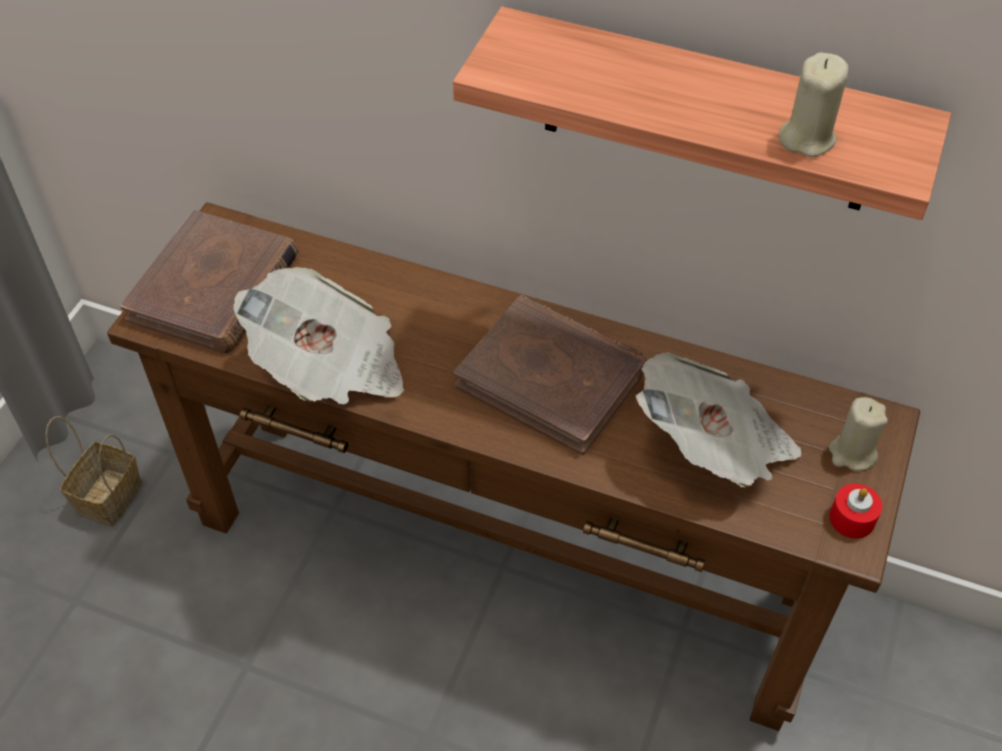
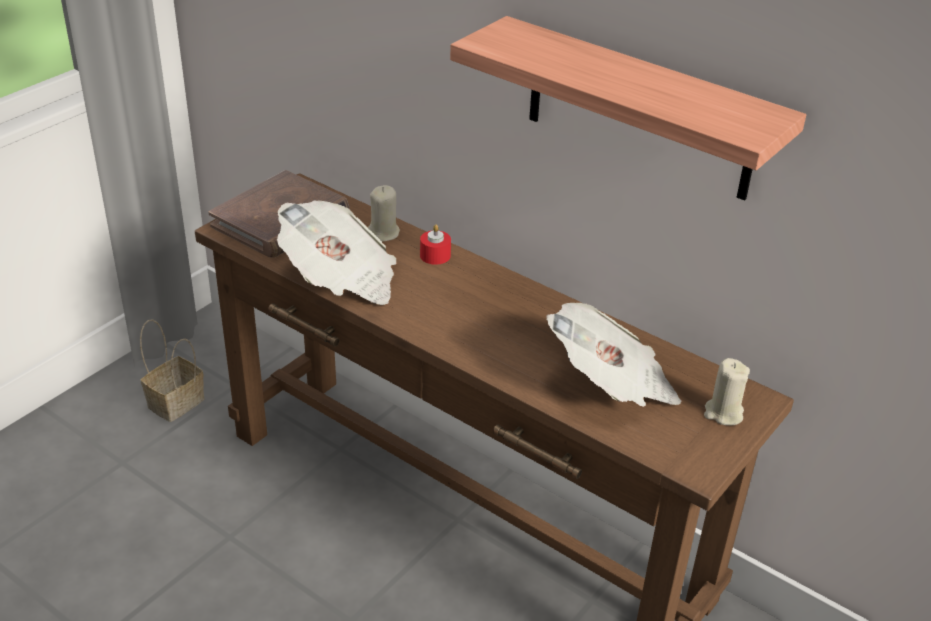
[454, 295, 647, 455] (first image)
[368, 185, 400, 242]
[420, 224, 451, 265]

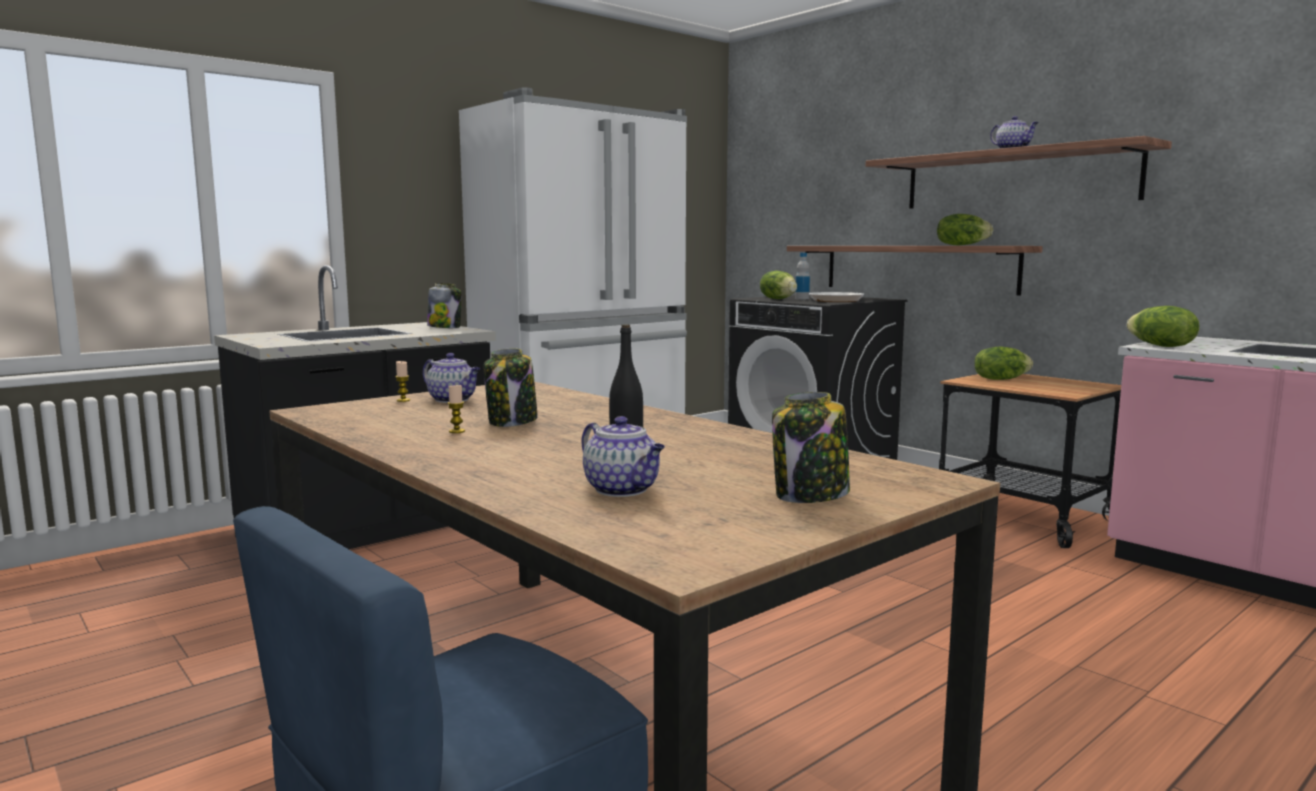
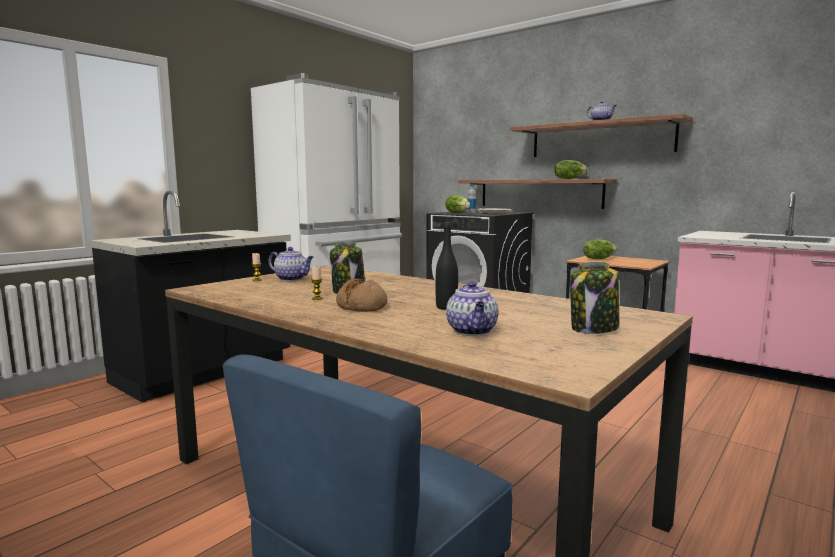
[427, 283, 462, 328] (first image)
[1127, 306, 1199, 347] (first image)
[336, 279, 387, 312]
[446, 281, 499, 336]

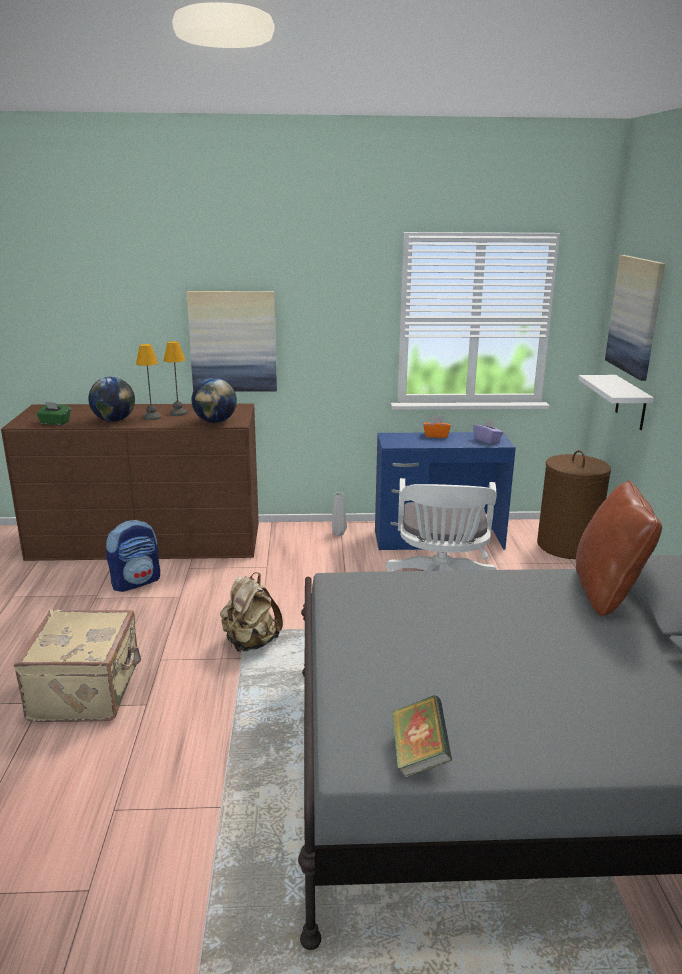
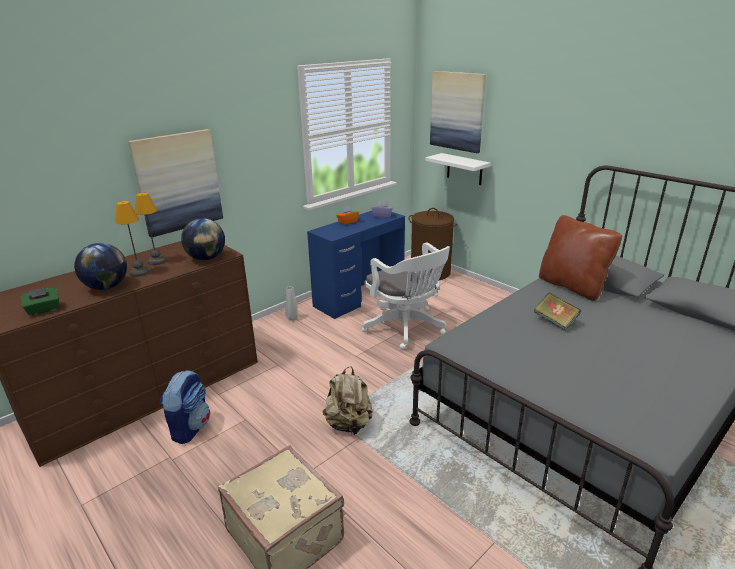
[534, 292, 581, 331]

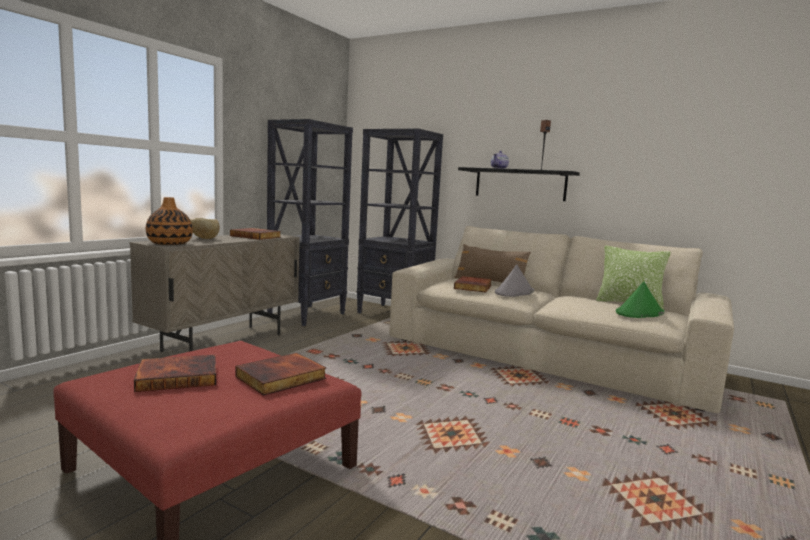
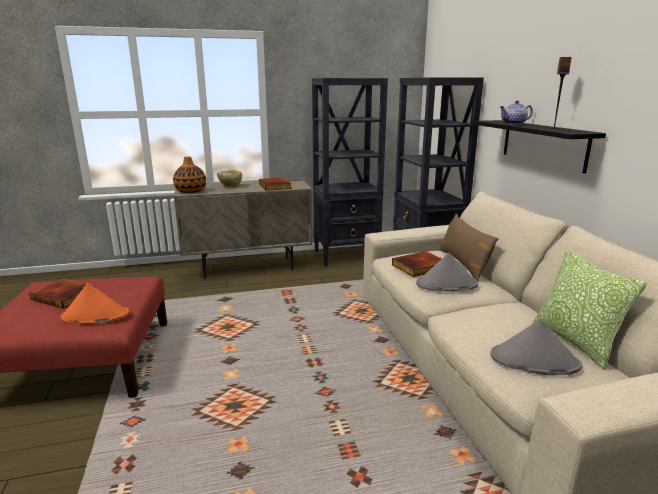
[61, 283, 129, 325]
[490, 319, 582, 375]

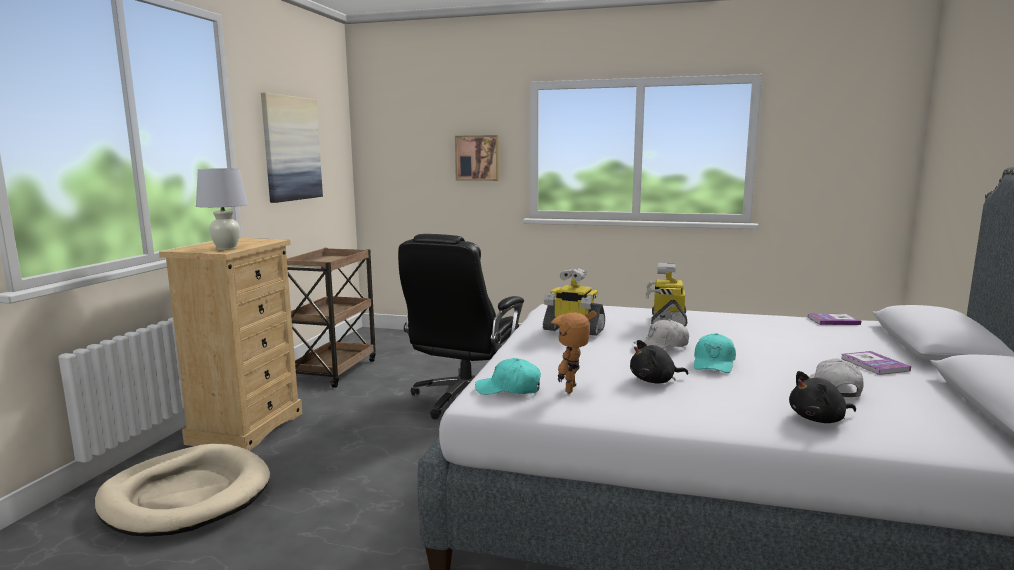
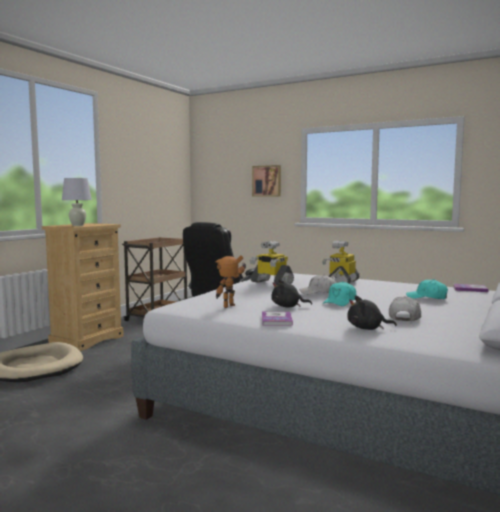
[261, 92, 323, 203] (first image)
[406, 279, 448, 299]
[262, 312, 293, 326]

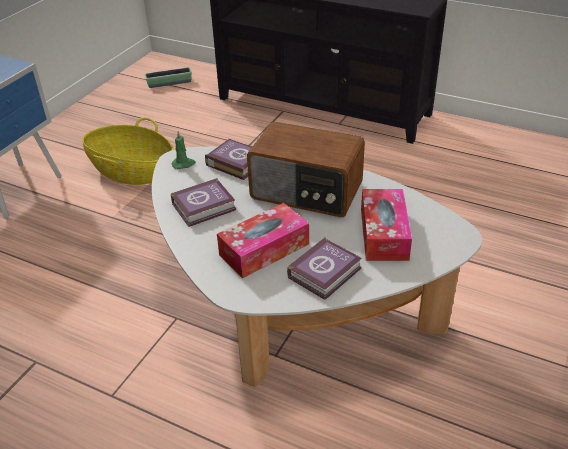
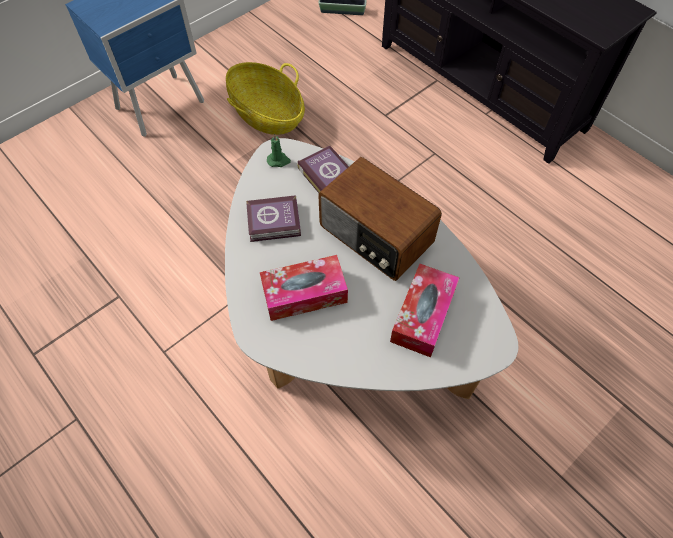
[287, 237, 362, 300] (first image)

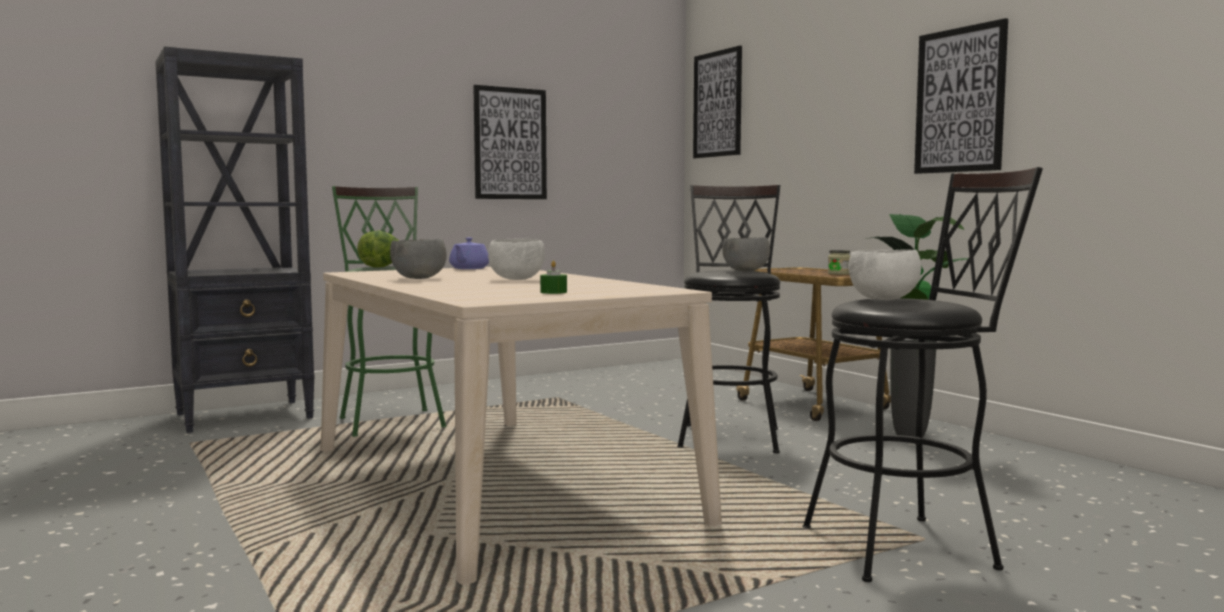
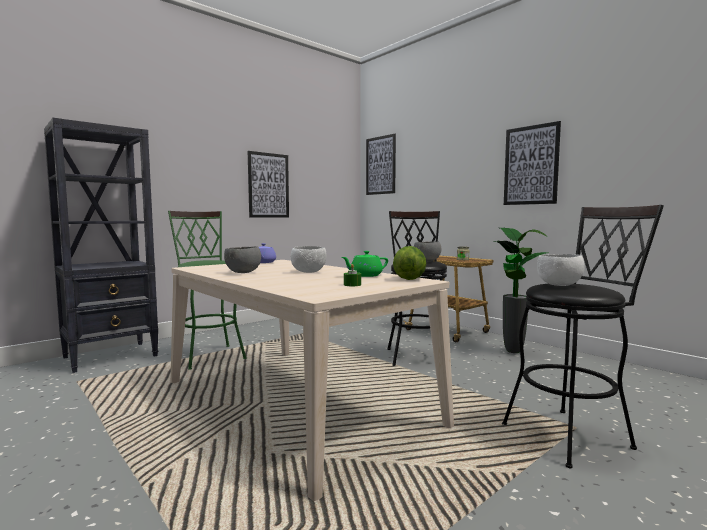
[342, 251, 388, 277]
[393, 246, 426, 280]

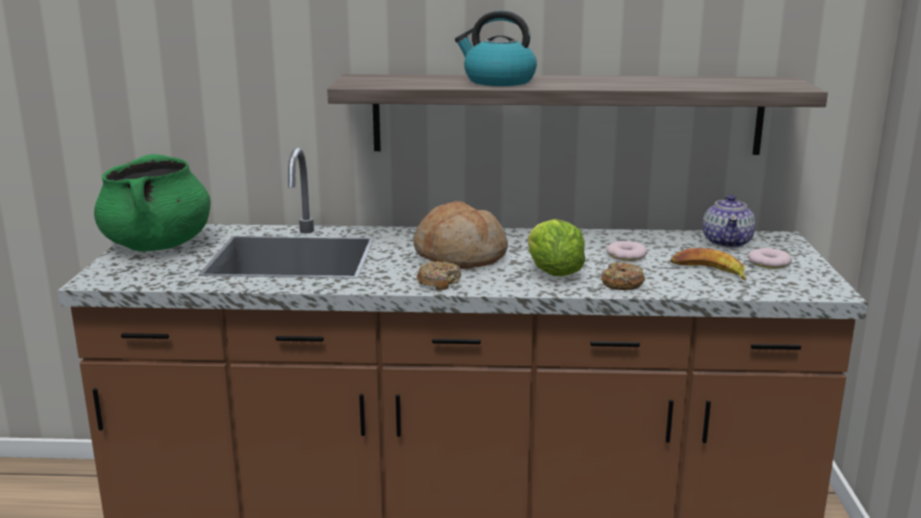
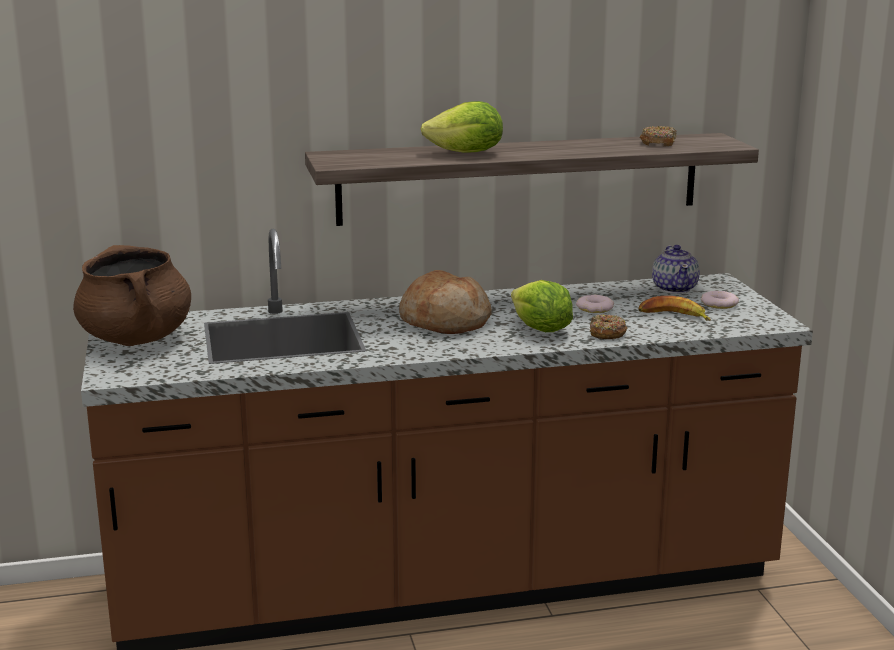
[640, 126, 677, 147]
[421, 101, 503, 153]
[73, 245, 191, 346]

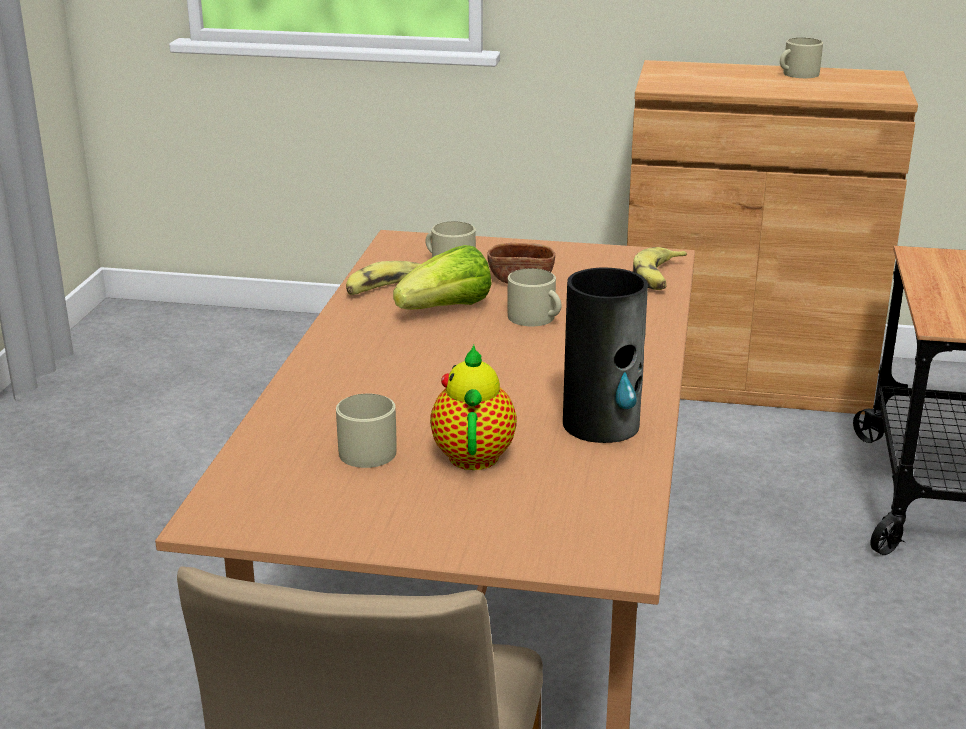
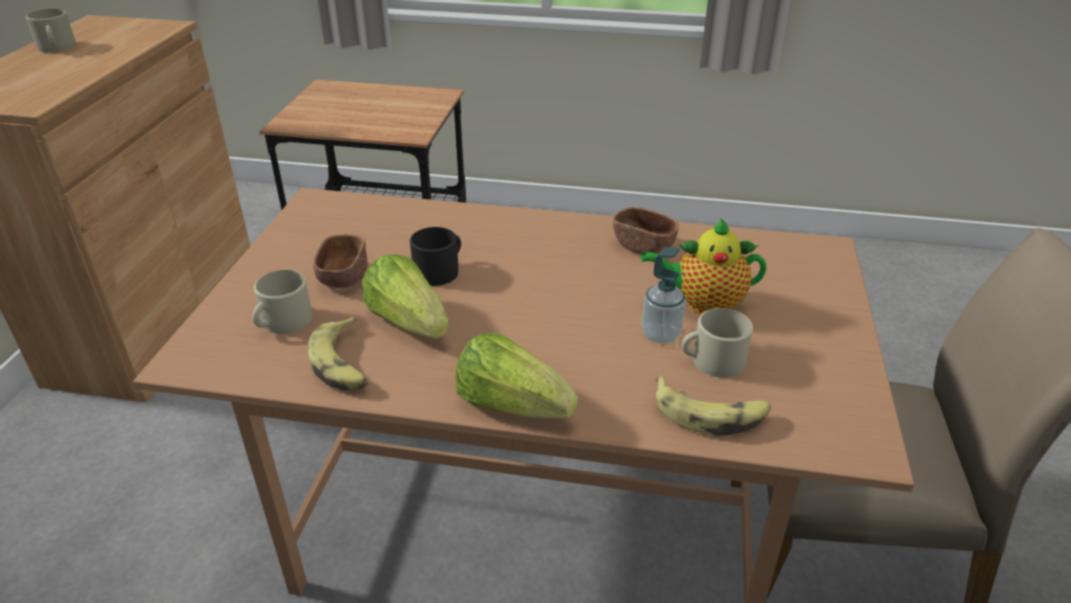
[456, 333, 578, 419]
[642, 248, 686, 344]
[656, 375, 771, 436]
[613, 207, 679, 254]
[410, 227, 461, 286]

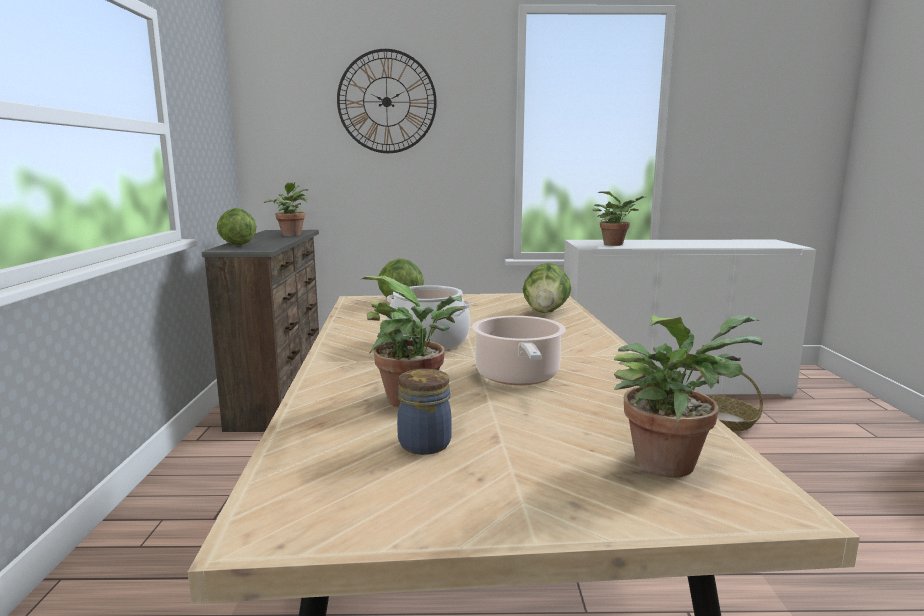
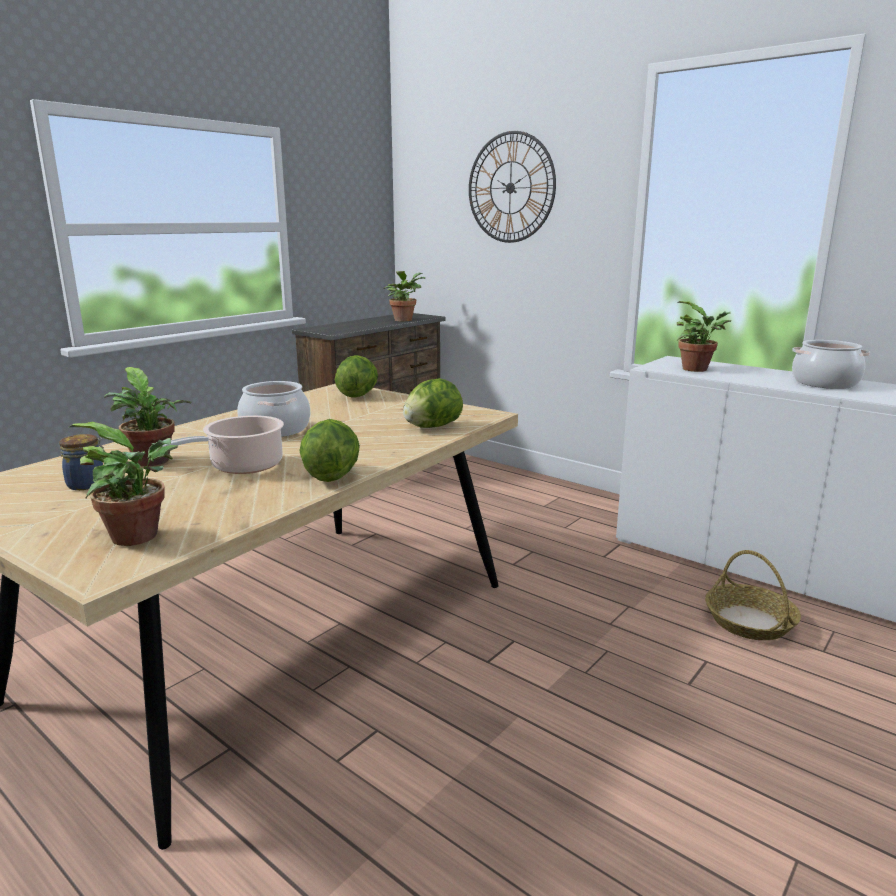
[792, 340, 870, 389]
[299, 419, 360, 482]

